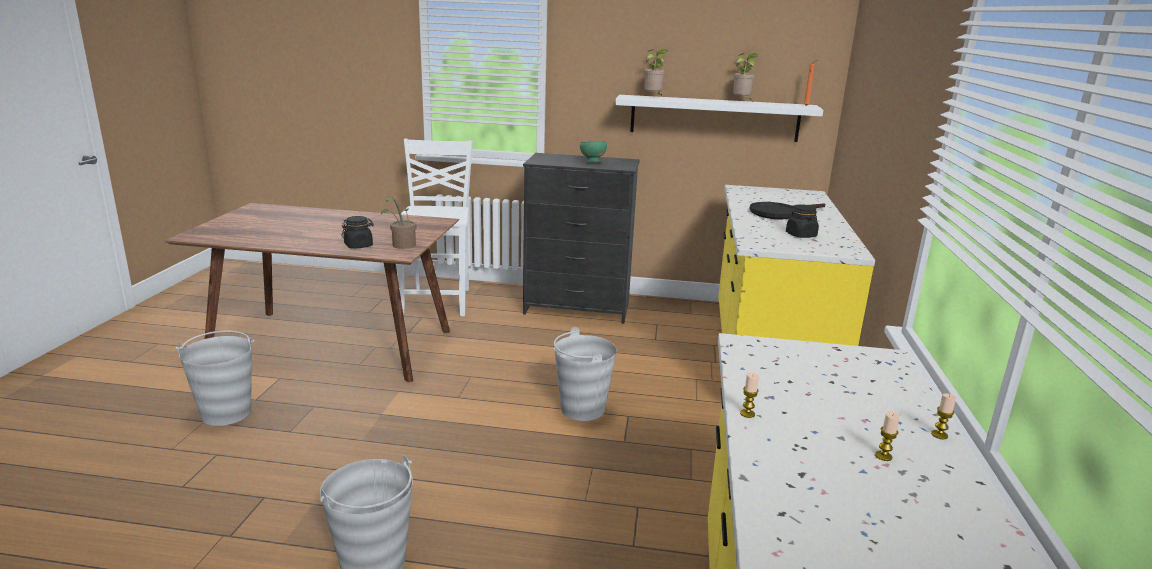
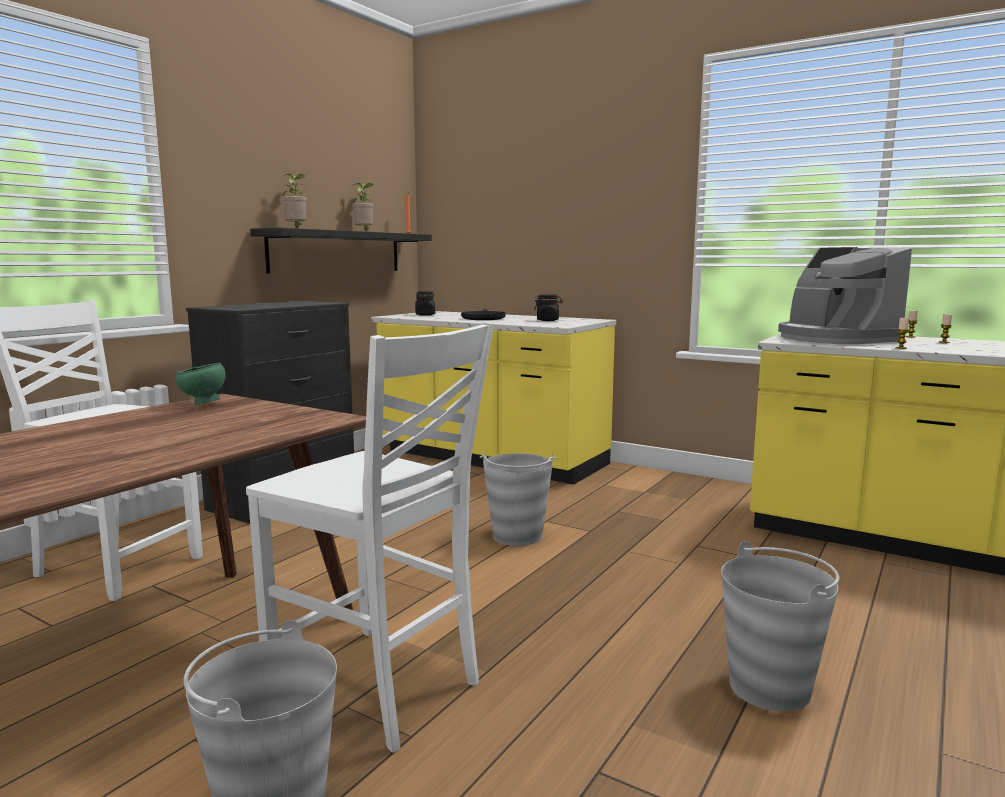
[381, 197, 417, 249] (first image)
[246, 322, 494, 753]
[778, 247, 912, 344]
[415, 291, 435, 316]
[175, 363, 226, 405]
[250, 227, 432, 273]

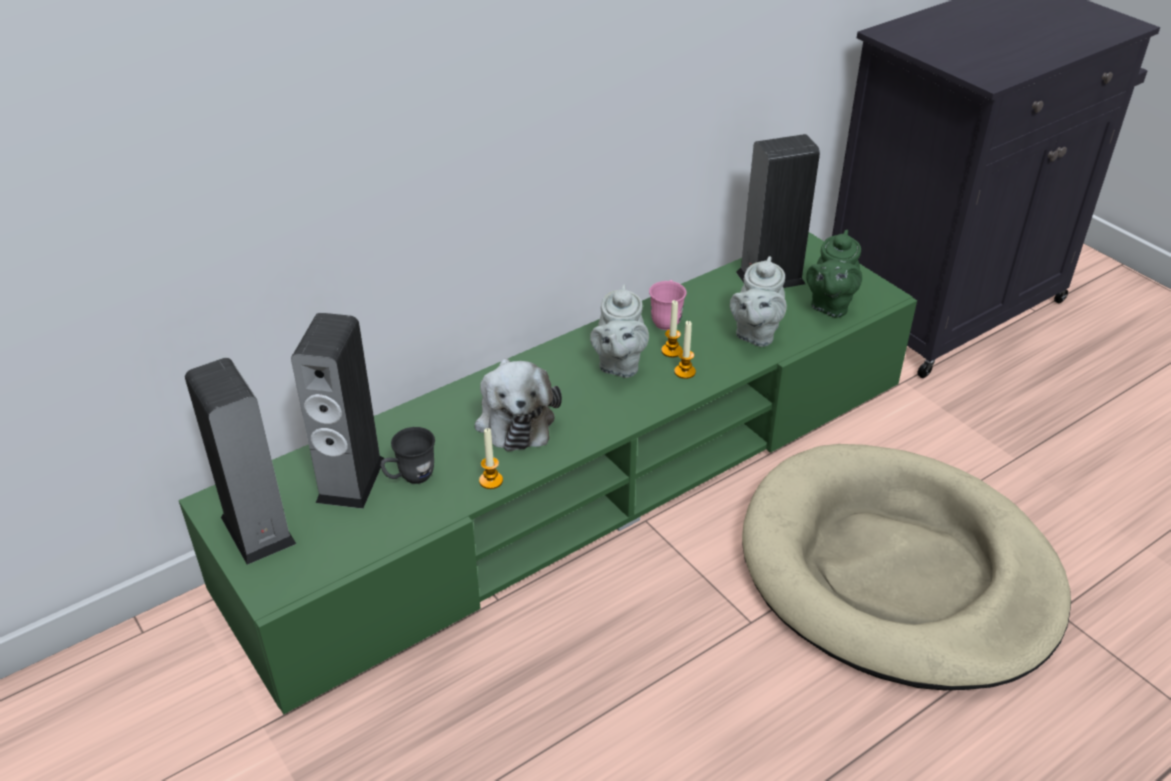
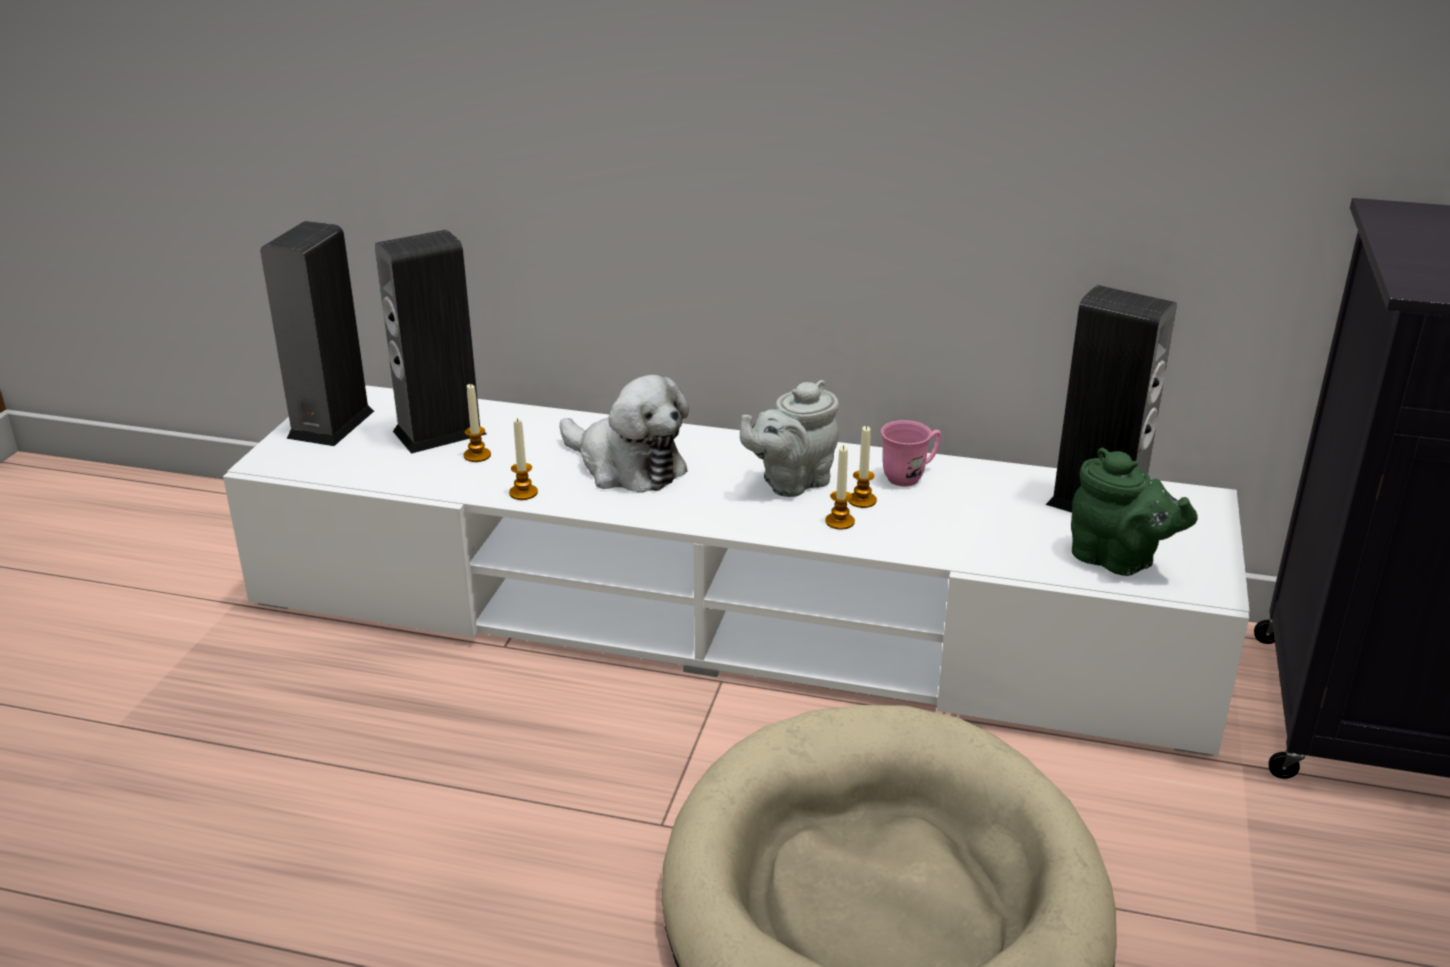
[730, 256, 787, 347] (first image)
[464, 383, 491, 462]
[223, 385, 1250, 756]
[560, 375, 689, 493]
[1071, 448, 1198, 576]

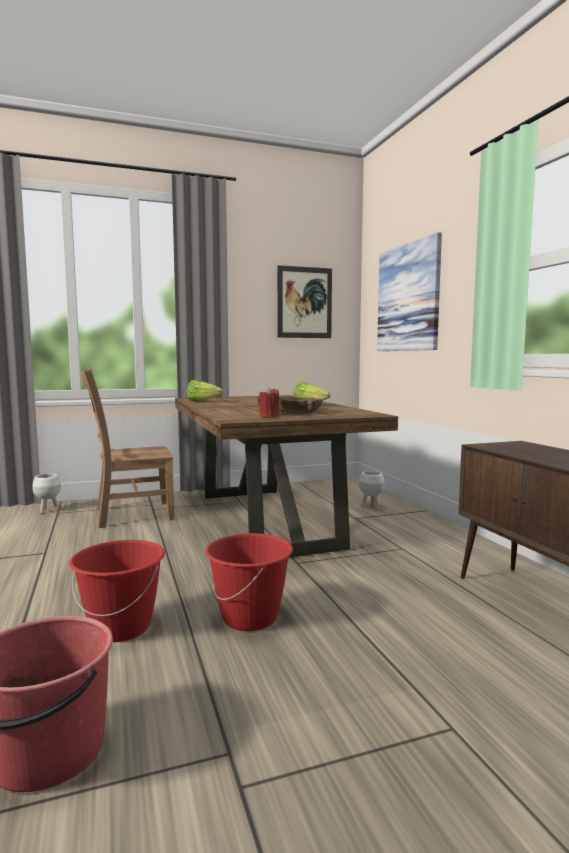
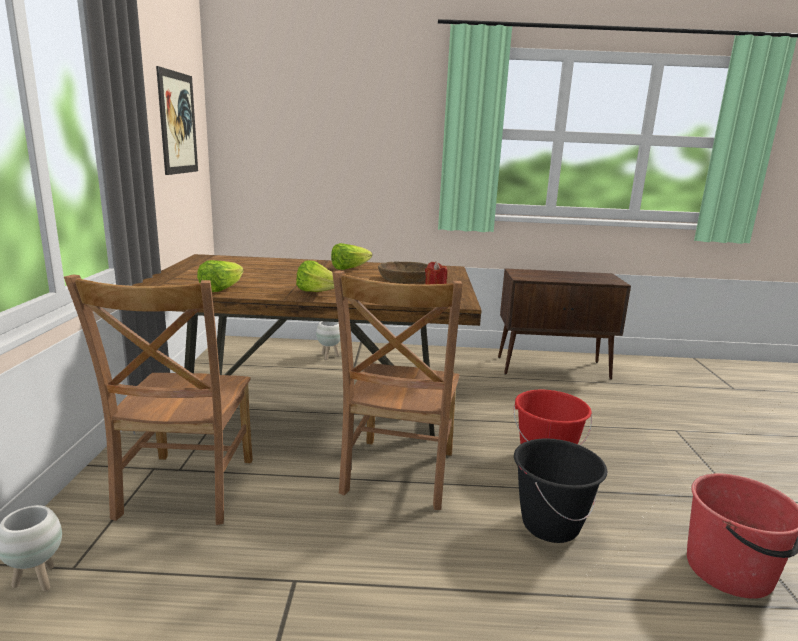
[377, 232, 442, 351] (first image)
[296, 260, 334, 292]
[332, 270, 462, 510]
[514, 438, 608, 543]

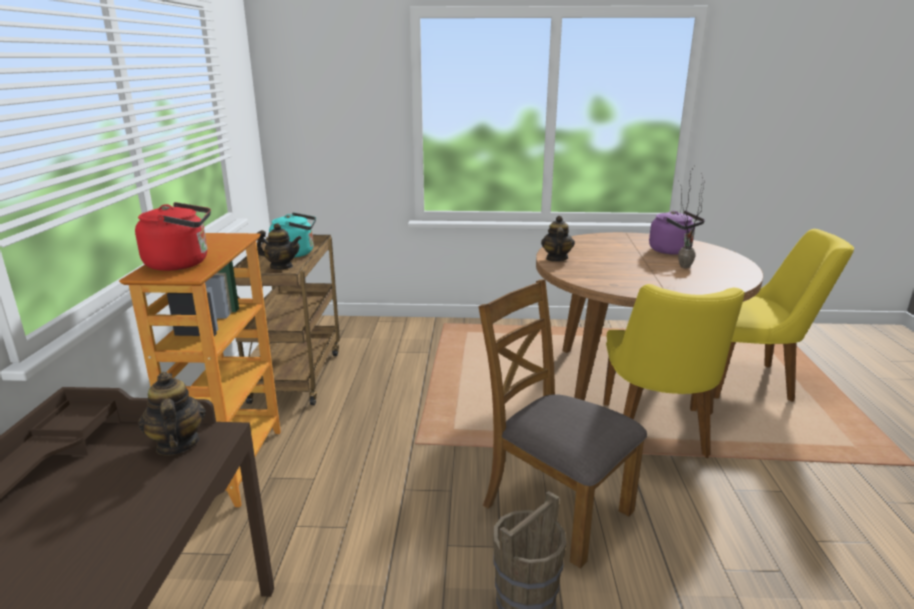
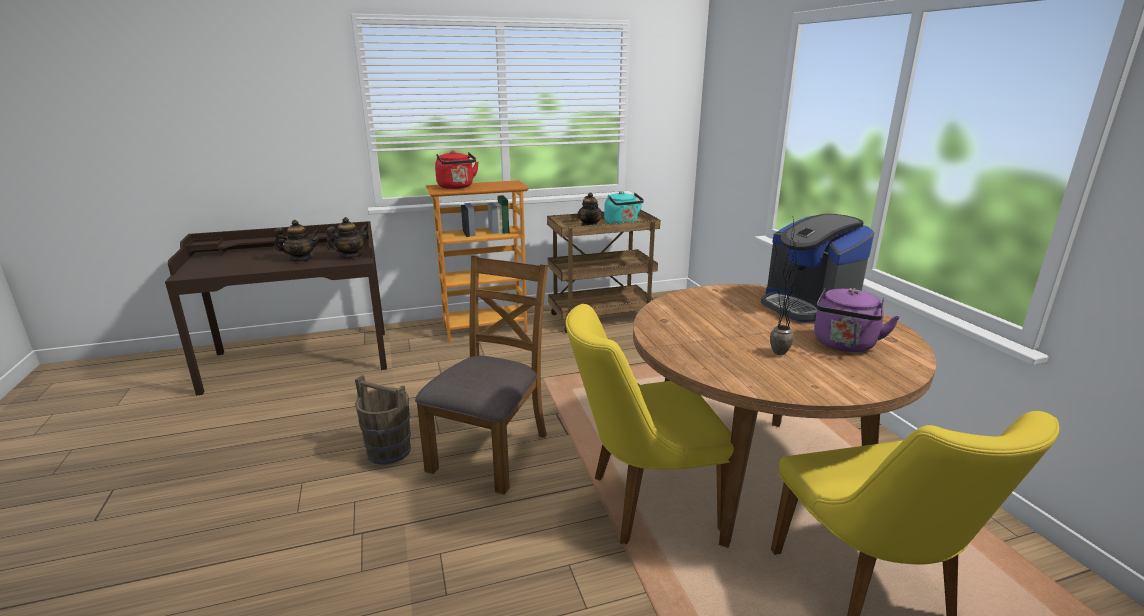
[761, 214, 874, 322]
[274, 220, 320, 262]

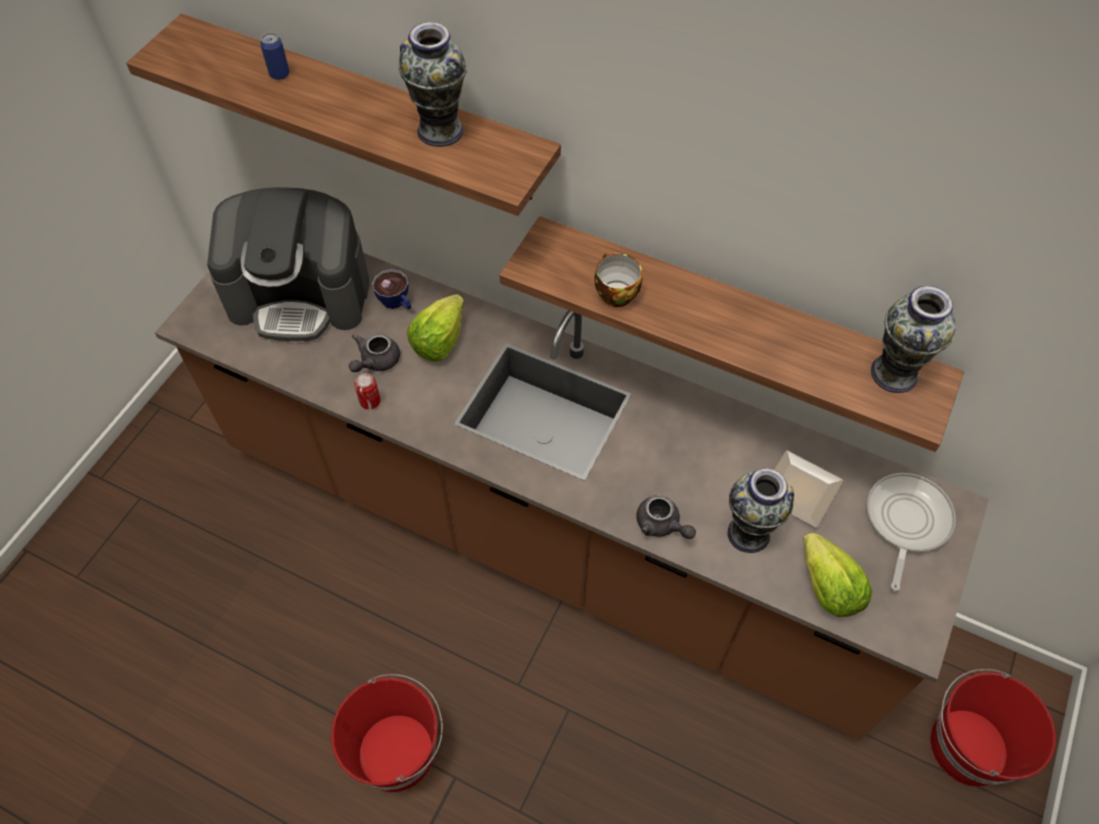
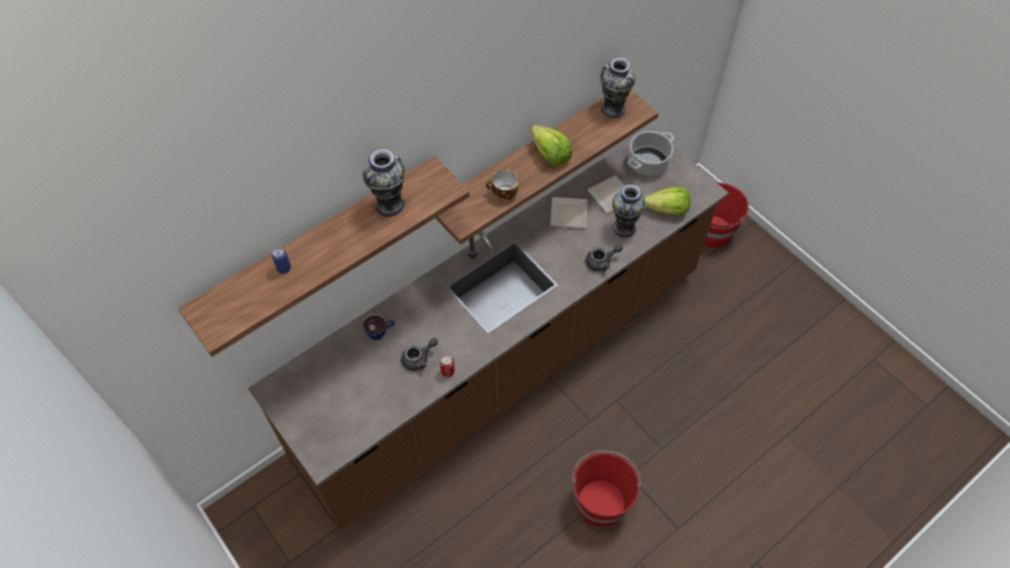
[207, 187, 370, 341] (first image)
[550, 197, 587, 228]
[530, 125, 572, 166]
[628, 131, 674, 177]
[401, 338, 438, 371]

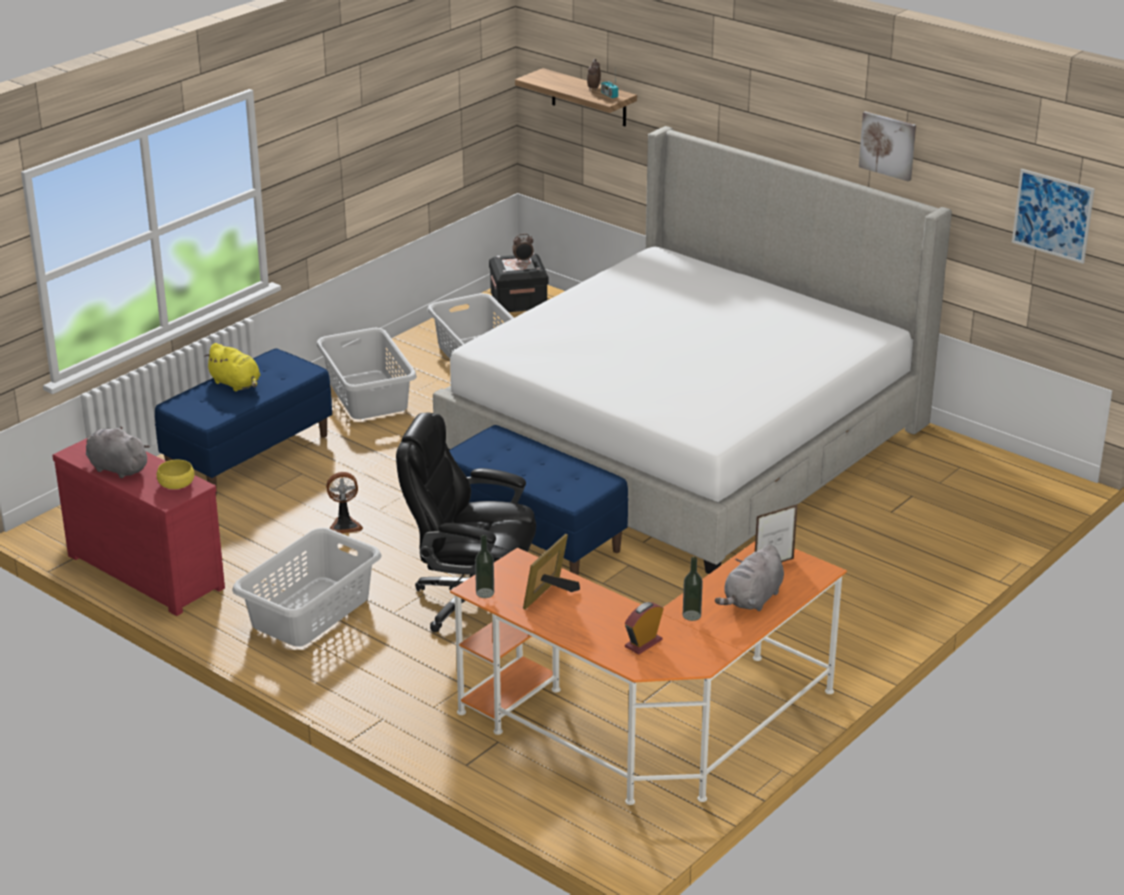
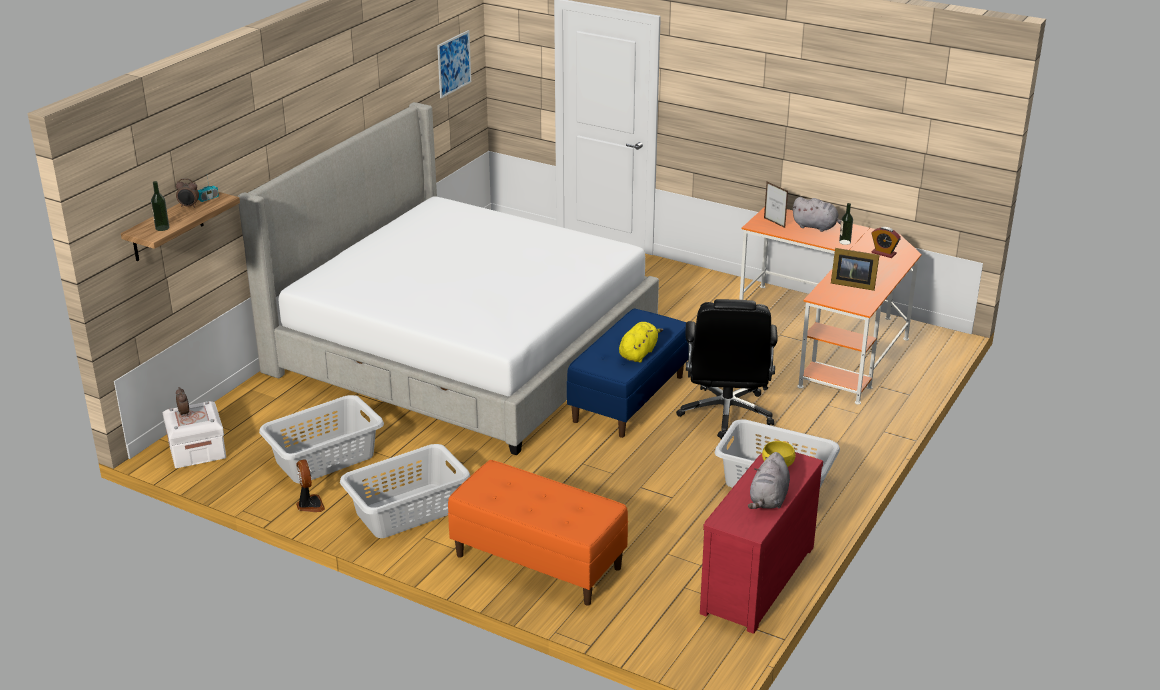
[859, 111, 916, 182] (first image)
[619, 322, 663, 363]
[296, 459, 325, 512]
[151, 181, 169, 231]
[448, 460, 628, 606]
[163, 401, 226, 468]

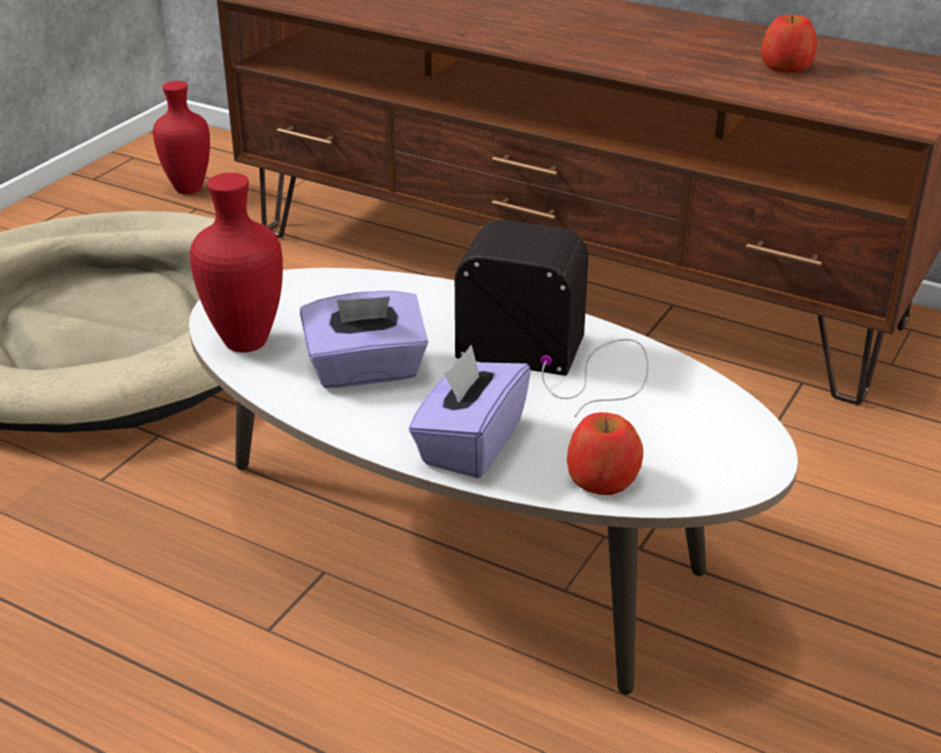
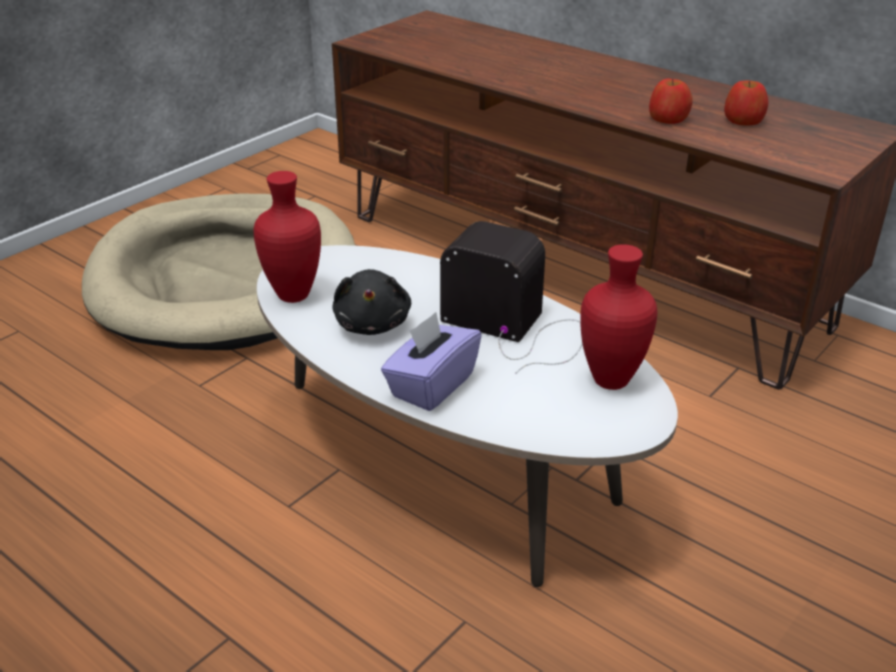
[580, 244, 657, 390]
[649, 79, 693, 124]
[332, 269, 411, 335]

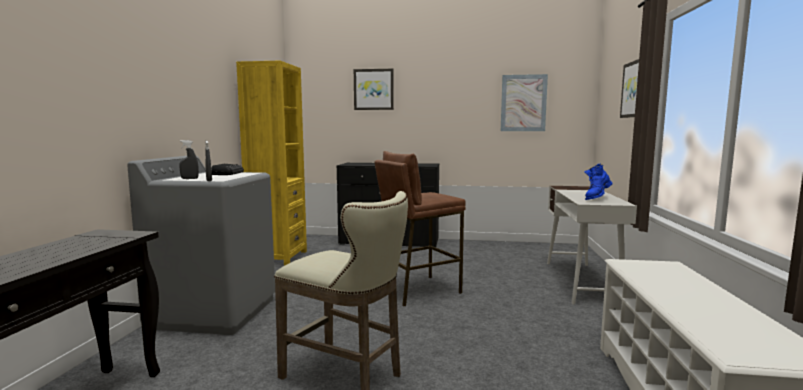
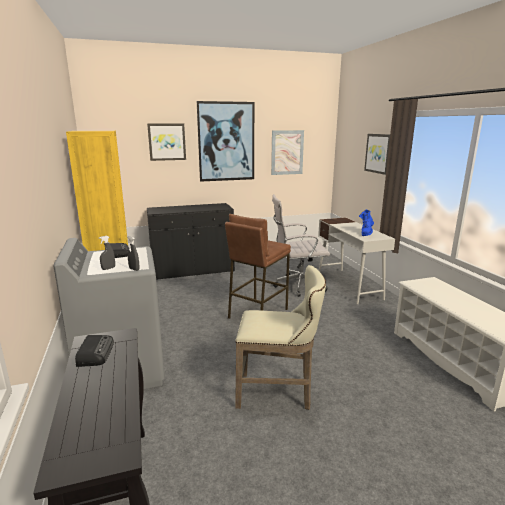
[75, 335, 114, 367]
[197, 101, 254, 182]
[272, 194, 330, 297]

